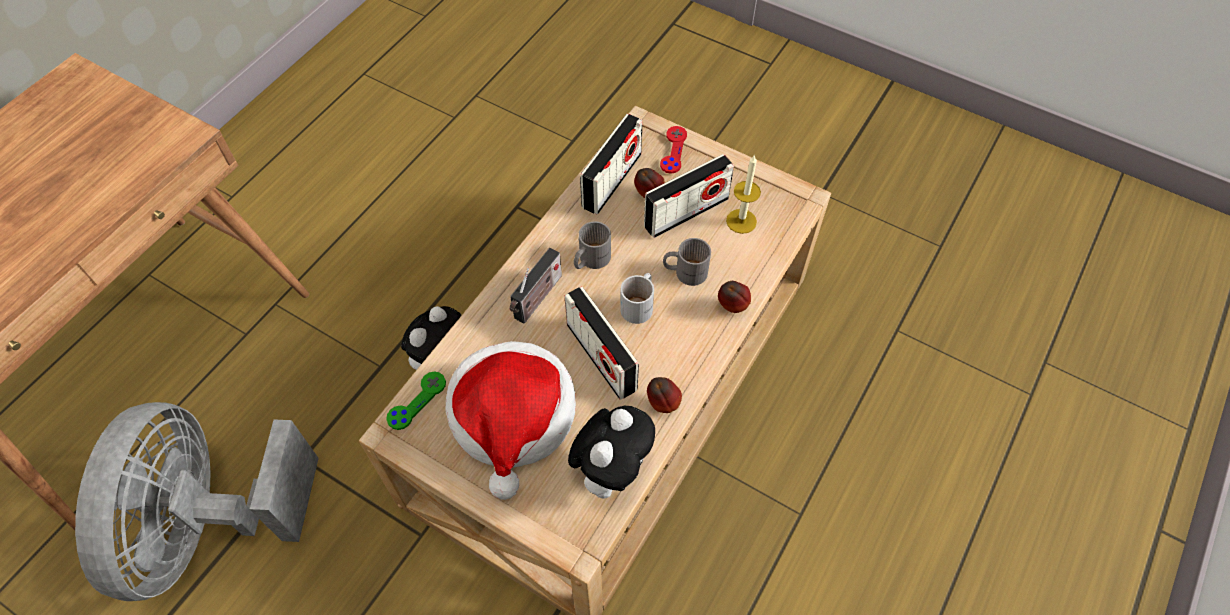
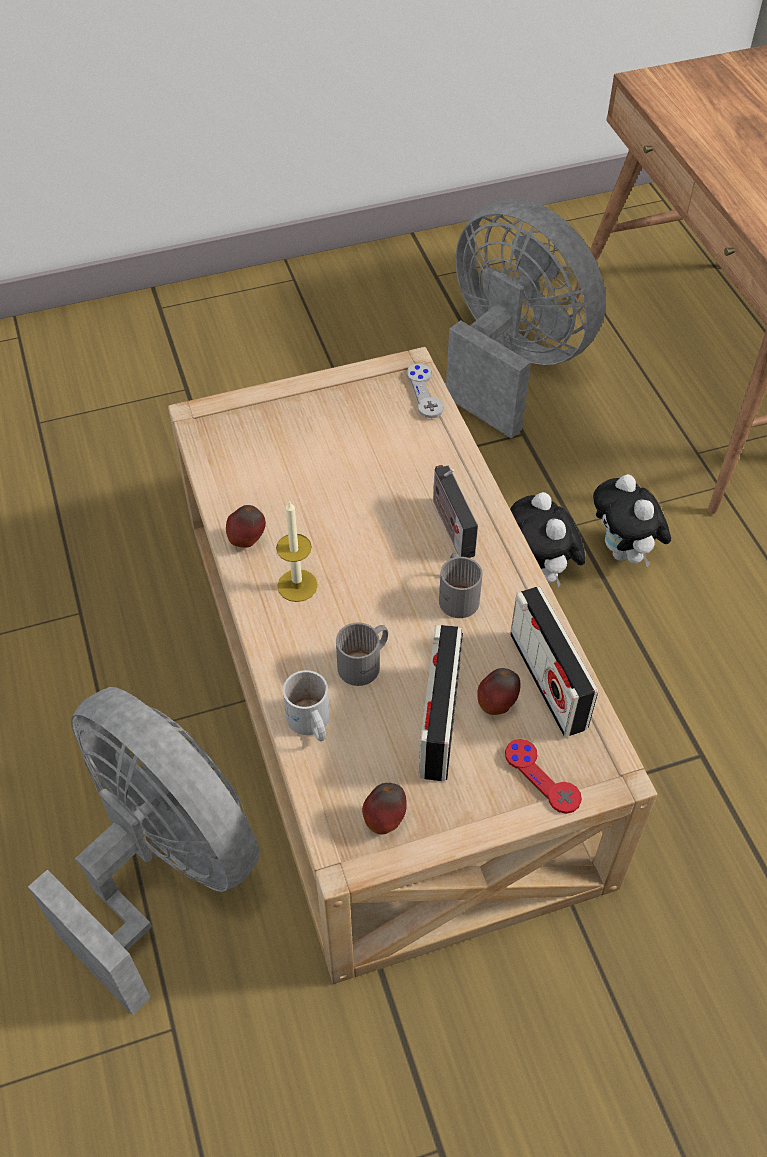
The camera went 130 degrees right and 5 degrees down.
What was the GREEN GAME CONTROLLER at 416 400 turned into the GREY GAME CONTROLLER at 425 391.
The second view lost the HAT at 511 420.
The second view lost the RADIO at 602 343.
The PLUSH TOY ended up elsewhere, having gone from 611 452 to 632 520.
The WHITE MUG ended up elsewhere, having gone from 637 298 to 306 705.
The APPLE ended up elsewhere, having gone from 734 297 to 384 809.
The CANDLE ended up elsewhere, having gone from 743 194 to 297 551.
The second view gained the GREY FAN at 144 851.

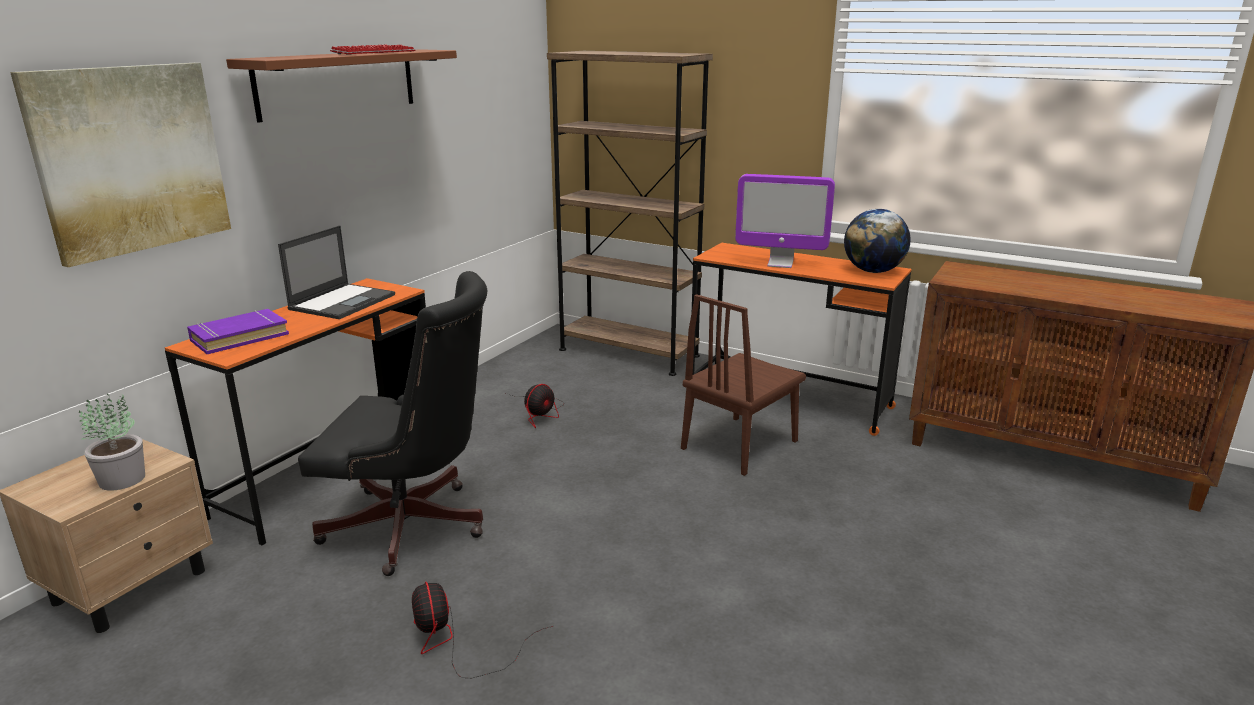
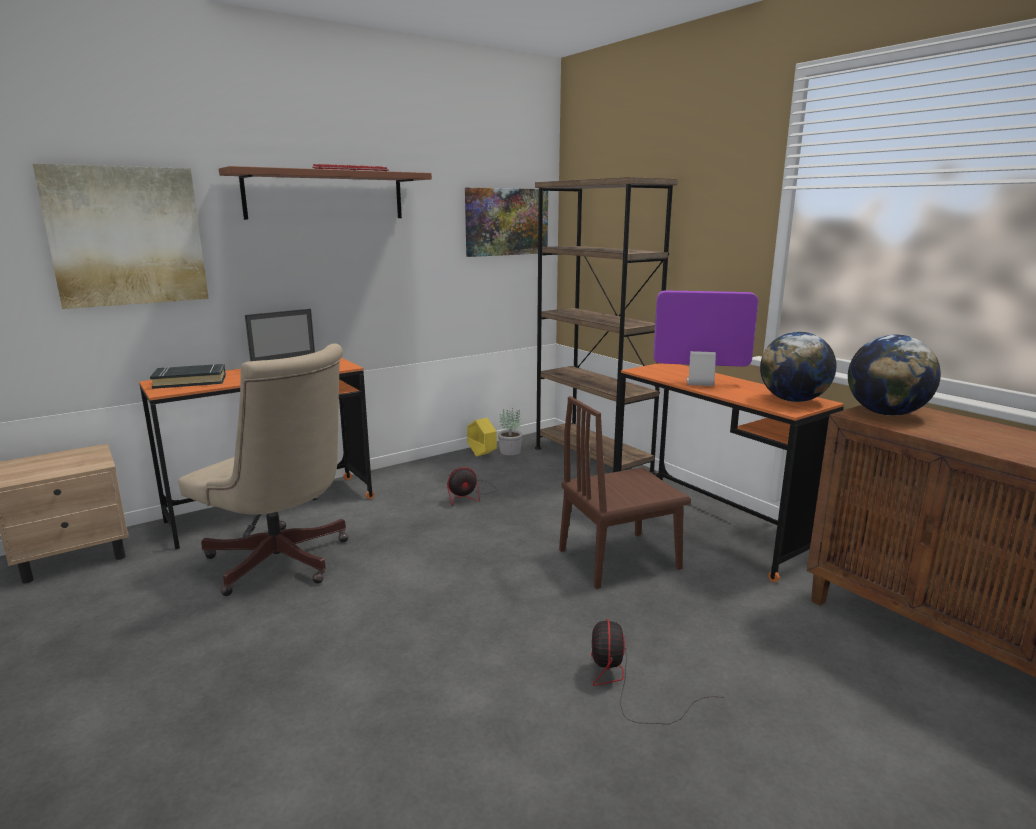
The camera went 25 degrees right and 5 degrees down.
The POTTED PLANT ended up elsewhere, having gone from 111 442 to 510 432.
What was the PURPLE BOOK at 238 331 turned into the BLACK BOOK at 188 376.
What was the BLACK OFFICE CHAIR at 392 423 turned into the BEIGE OFFICE CHAIR at 263 469.
The FAN ended up elsewhere, having gone from 482 630 to 658 671.
The MONITOR at 785 221 ended up facing another way, 150 degrees clockwise from before.
The second view gained the PICTURE at 506 222.
The second view gained the YELLOW PLANTER at 482 437.
The second view gained the GLOBE at 894 375.

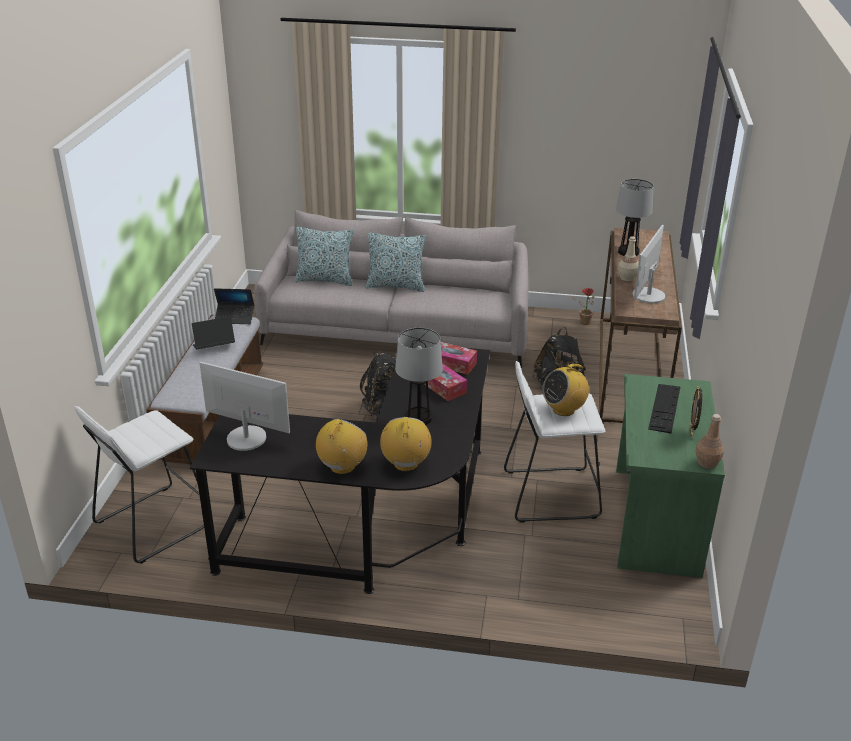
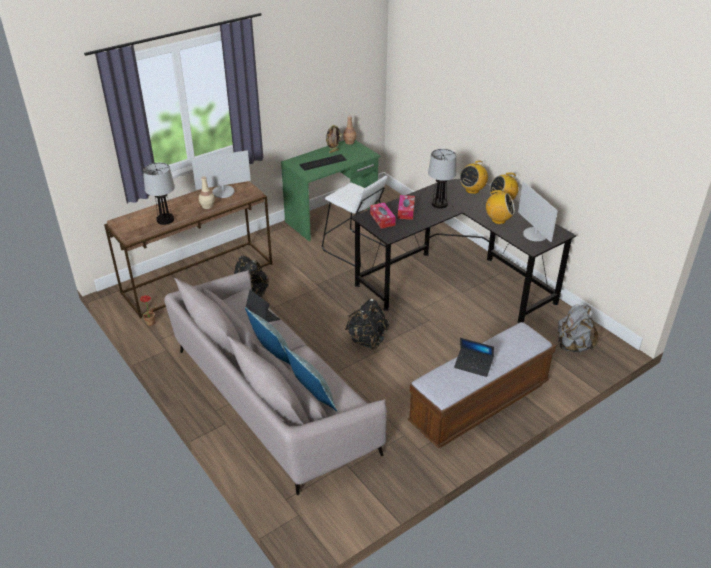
The camera went 135 degrees left and 5 degrees up.
Where the WHITE STOOL stood at 144 485, the GREY BACKPACK came to stand at 578 328.
The LAPTOP ended up elsewhere, having gone from 234 306 to 263 306.
The RADIO ended up elsewhere, having gone from 565 389 to 500 207.

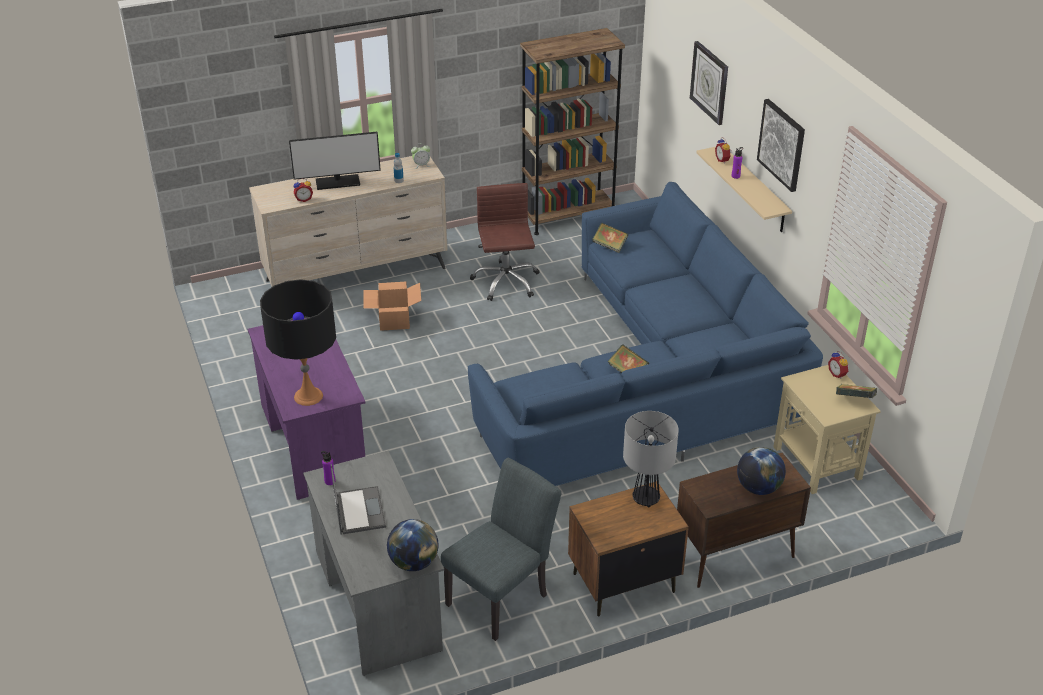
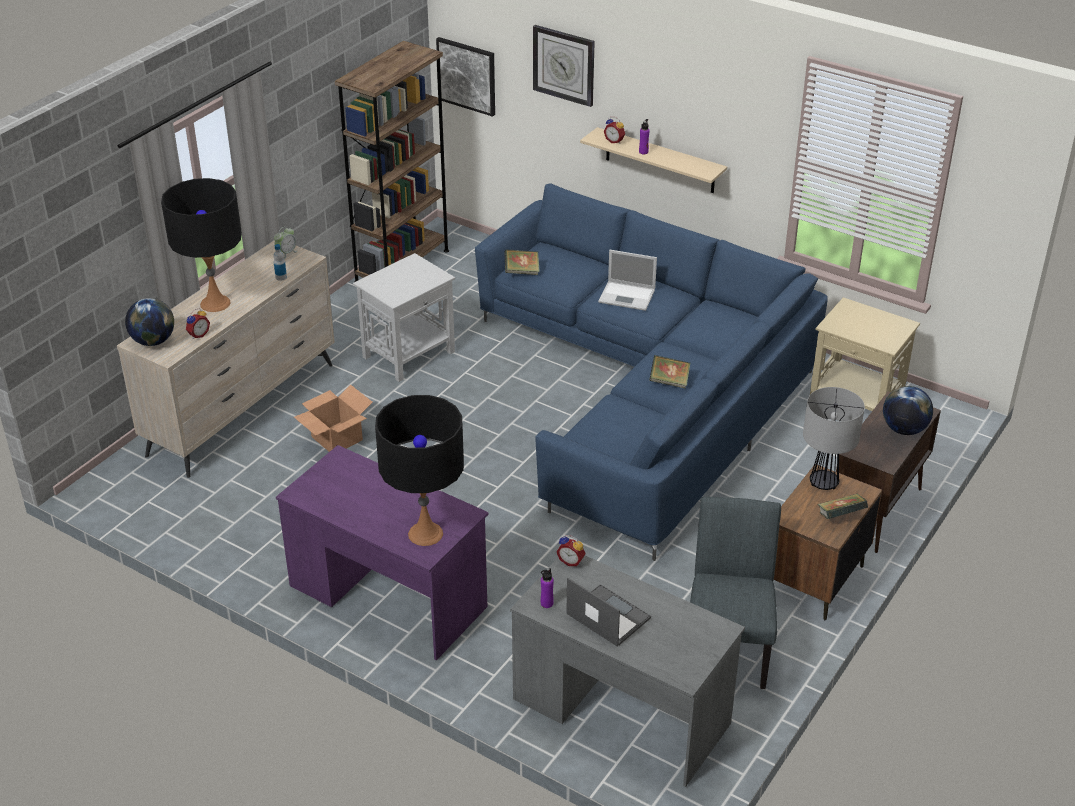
The camera went 35 degrees left and 0 degrees up.
Where the MONITOR stood at 335 161, the BLACK TABLE LAMP came to stand at 201 245.
The GLOBE ended up elsewhere, having gone from 413 545 to 149 322.
Where the BROWN OFFICE CHAIR stood at 505 242, the WHITE SIDE TABLE came to stand at 404 317.
The PICTURE ended up elsewhere, having gone from 781 145 to 465 77.
The ALARM CLOCK ended up elsewhere, having gone from 838 365 to 571 550.
The BOOK ended up elsewhere, having gone from 856 391 to 843 506.
The second view gained the LAPTOP at 627 280.

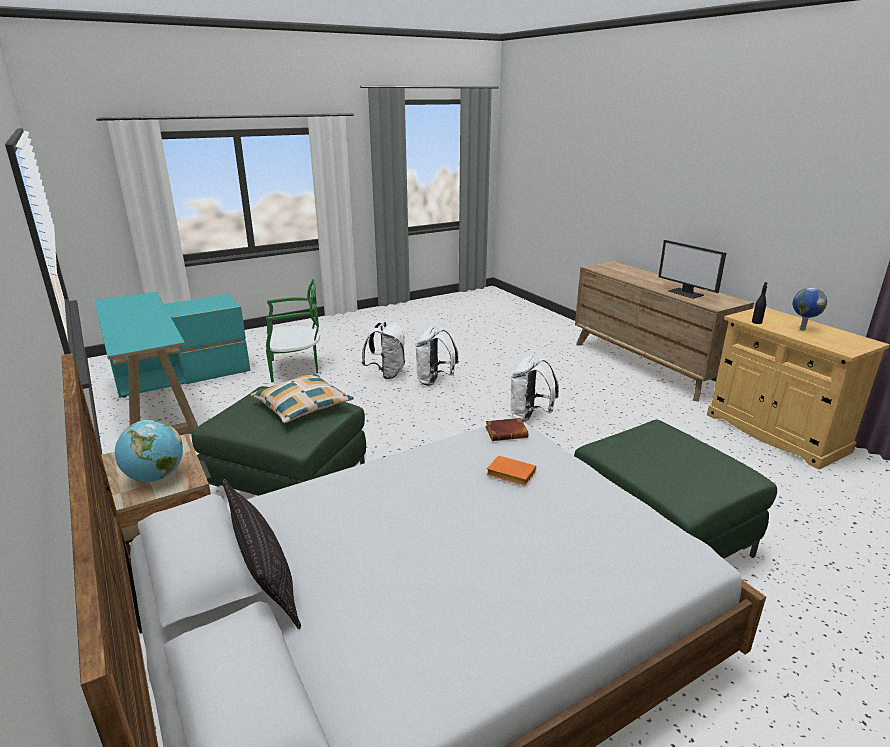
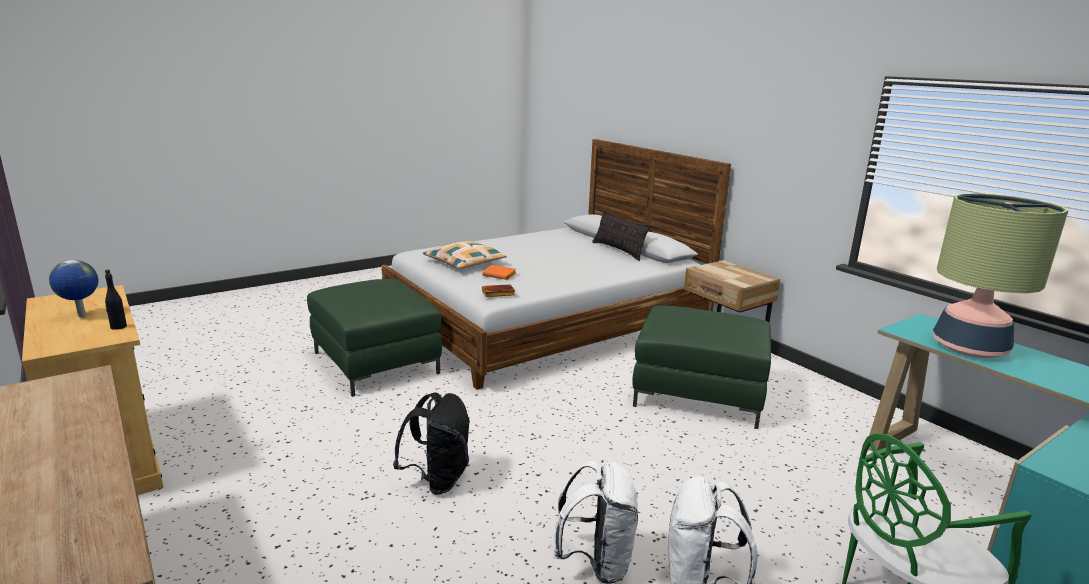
The camera went 175 degrees right and 5 degrees down.
The second view lost the GLOBE at 149 450.
The PILLOW ended up elsewhere, having gone from 302 398 to 465 254.
What was the WHITE BACKPACK at 534 389 turned into the BLACK BACKPACK at 431 444.
The second view lost the MONITOR at 692 269.
The second view gained the TABLE LAMP at 1000 275.

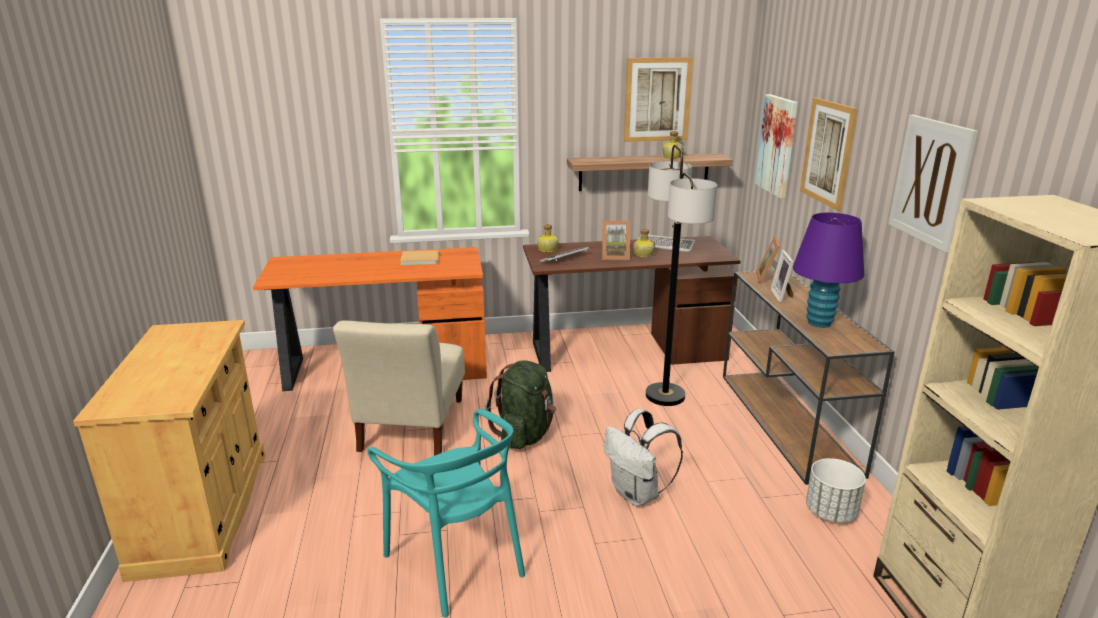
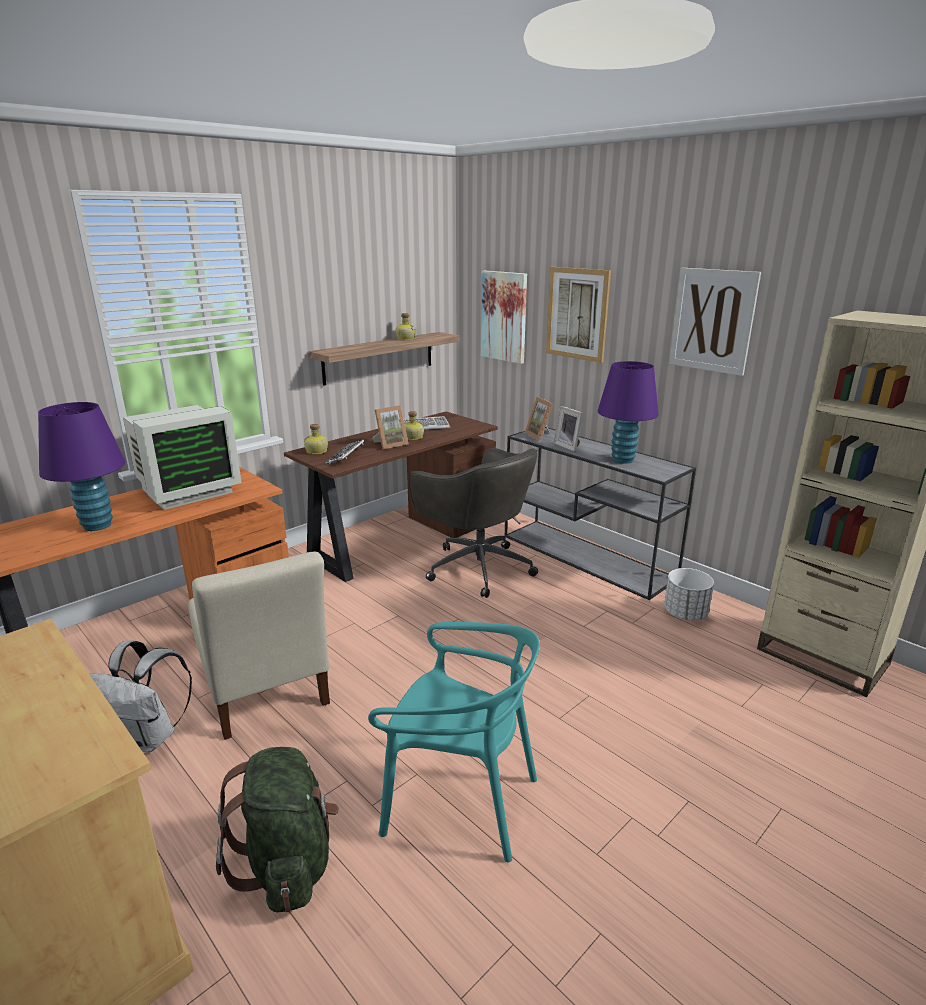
The camera went 35 degrees left and 0 degrees up.
Where the BEIGE BOOK stood at 419 257, the MONITOR came to stand at 182 457.
The GREEN BACKPACK ended up elsewhere, having gone from 520 405 to 277 829.
The WHITE BACKPACK ended up elsewhere, having gone from 643 457 to 140 696.
The second view lost the PICTURE at 658 99.
Where the FLOOR LAMP stood at 681 275, the GREY OFFICE CHAIR came to stand at 473 523.
What was the BROWN CONSOLE TABLE at 809 377 turned into the GREY CONSOLE TABLE at 600 513.
The second view gained the PURPLE TABLE LAMP at 81 466.

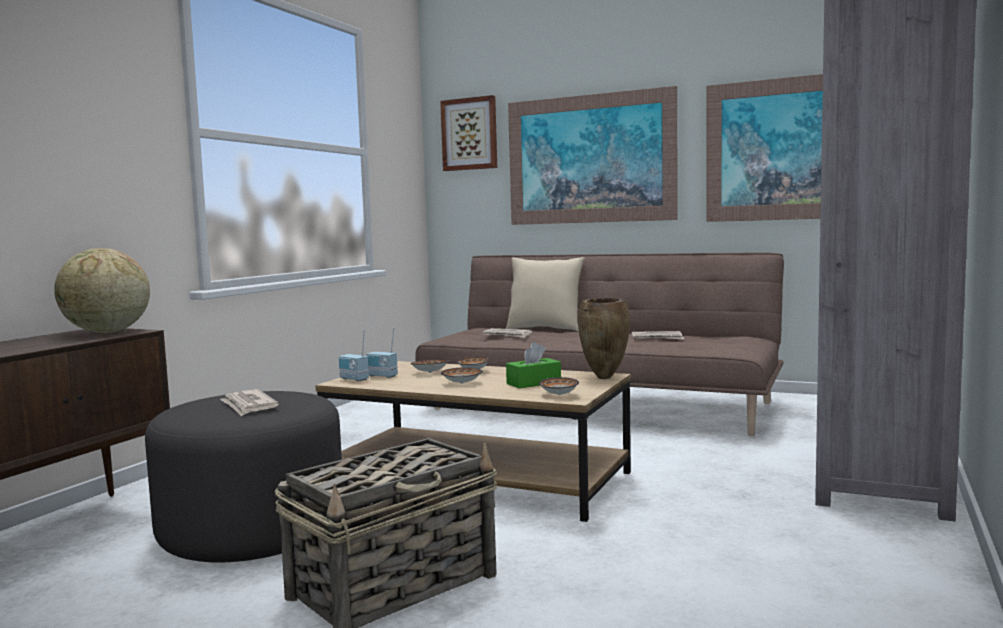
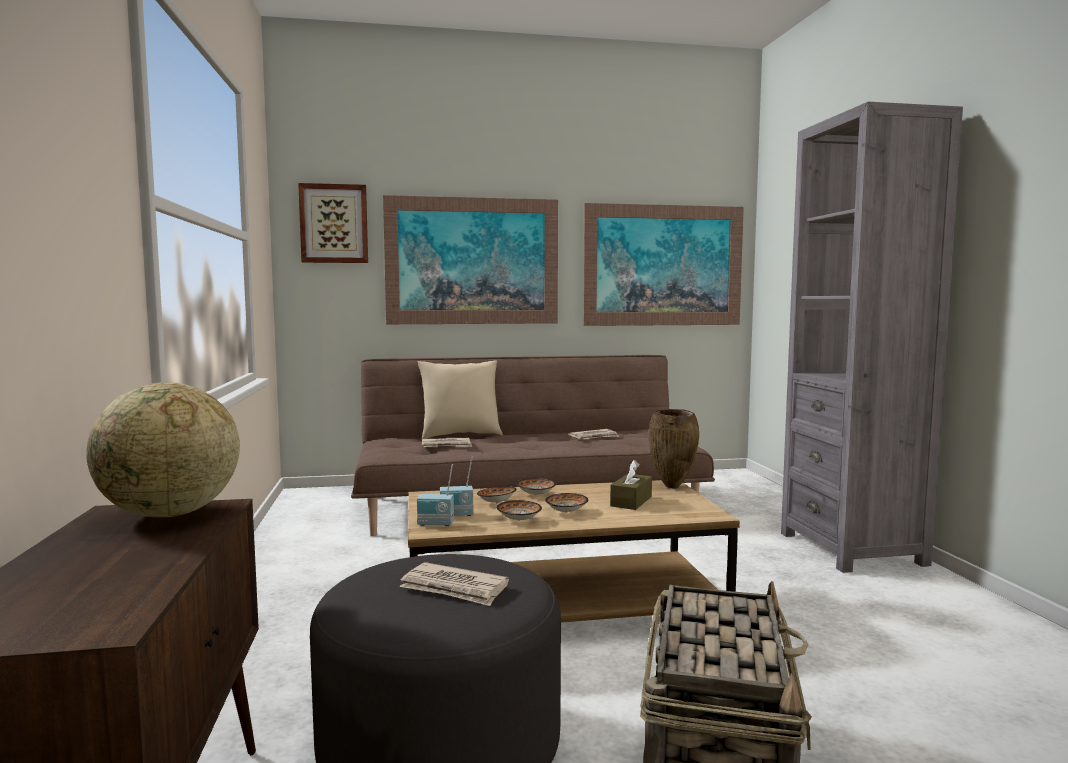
The camera went 35 degrees left and 0 degrees up.
What was the GREEN TISSUE BOX at 533 365 turned into the BROWN TISSUE BOX at 631 485.
The BOWL ended up elsewhere, having gone from 559 386 to 519 510.

